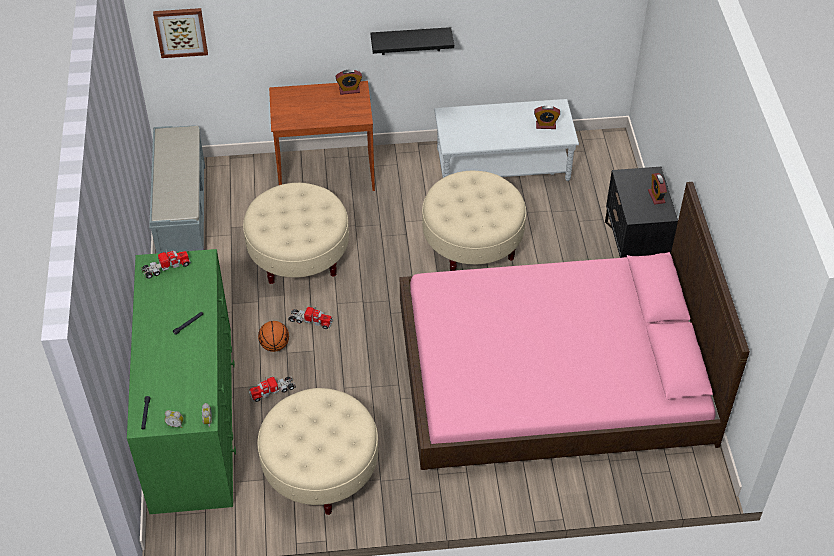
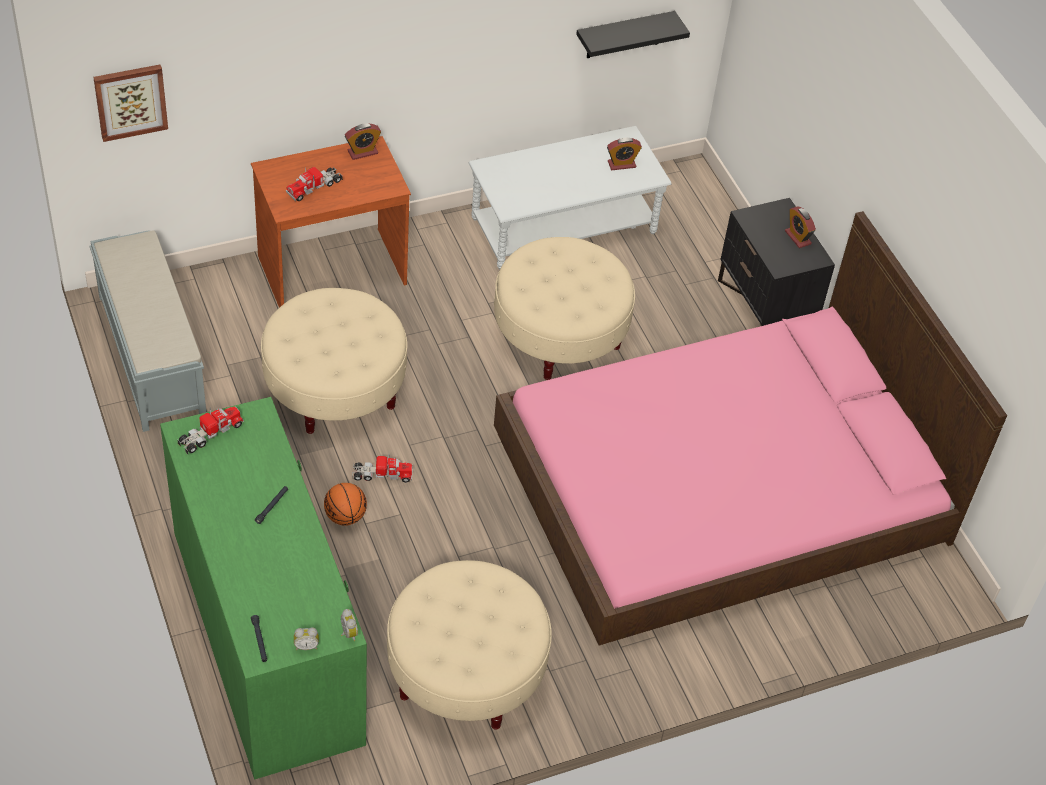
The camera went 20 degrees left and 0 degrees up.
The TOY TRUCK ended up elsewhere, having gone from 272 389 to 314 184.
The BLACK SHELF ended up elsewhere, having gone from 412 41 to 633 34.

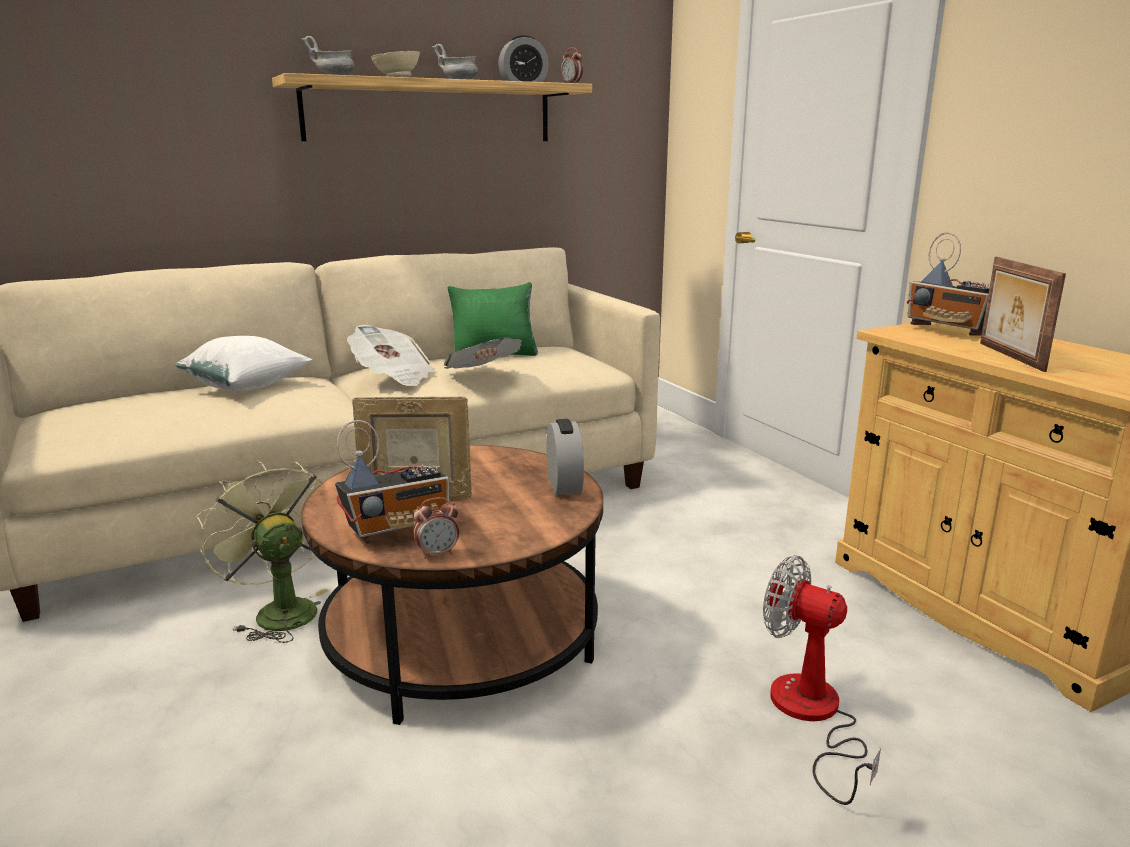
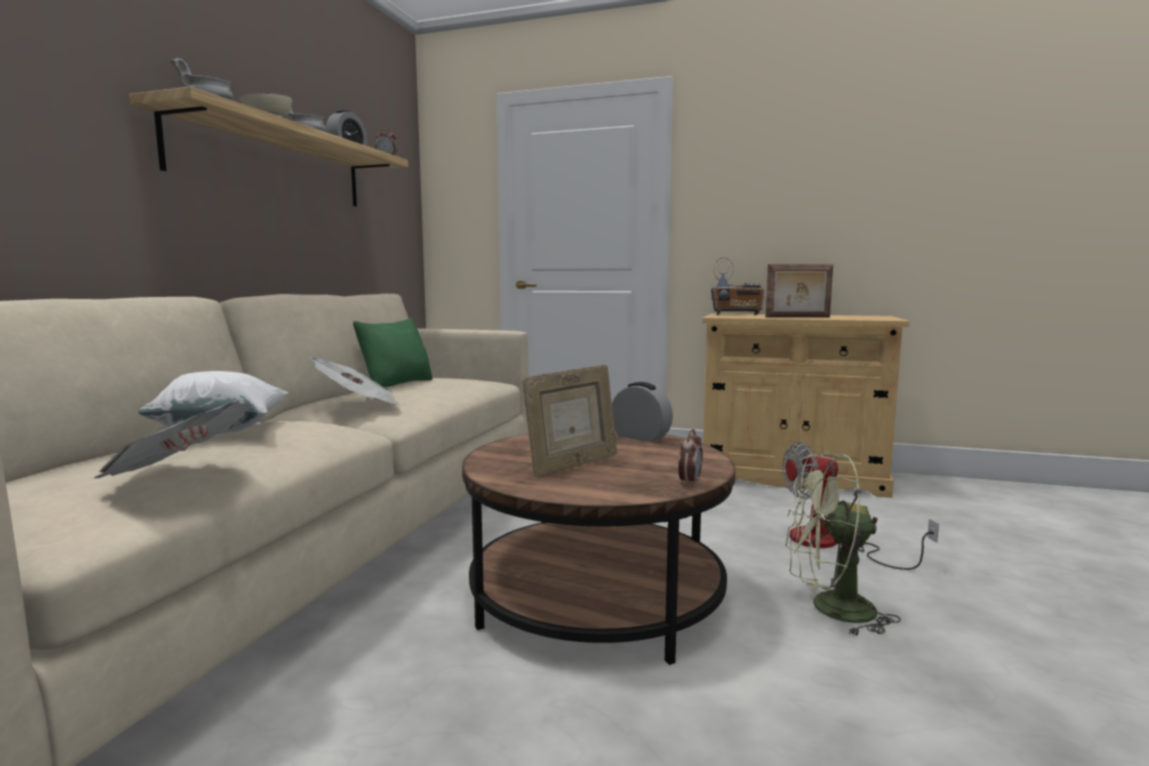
The camera went 45 degrees left and 10 degrees down.
The GREEN FAN ended up elsewhere, having gone from 262 552 to 843 544.
The second view lost the RADIO at 392 482.
The NEWSPAPER ended up elsewhere, having gone from 483 353 to 172 439.
The PICTURE FRAME at 1023 314 ended up facing another way, 45 degrees counterclockwise from before.

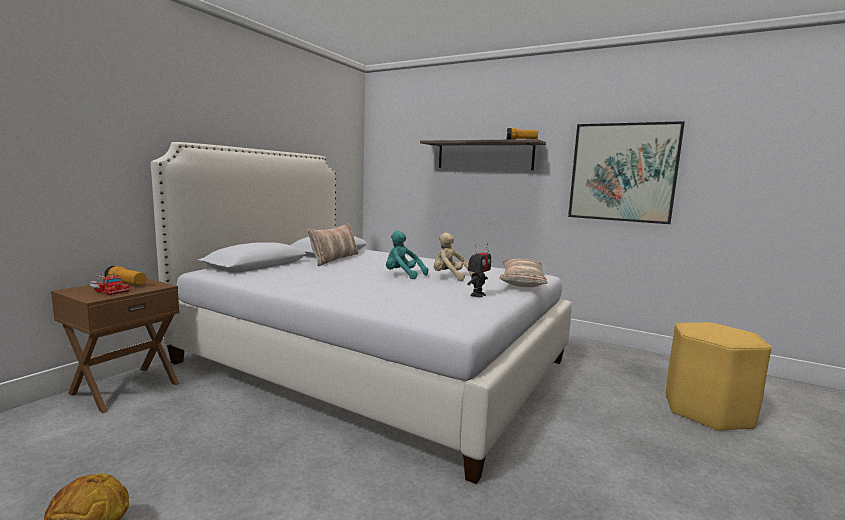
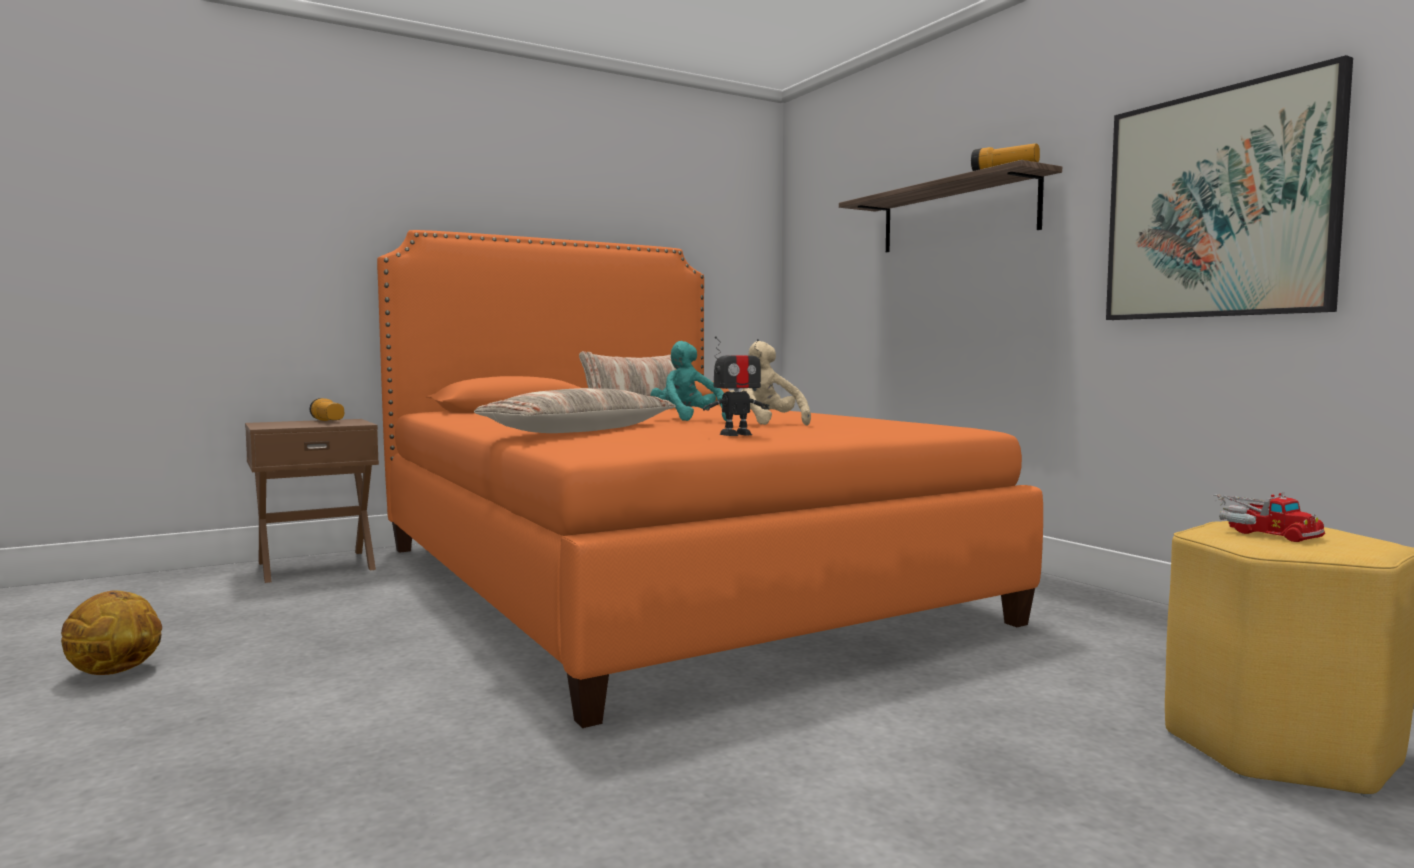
The camera went 30 degrees right and 5 degrees down.
The TOY TRUCK ended up elsewhere, having gone from 109 285 to 1268 517.
What was the WHITE BED at 361 313 turned into the ORANGE BED at 710 479.
The PILLOW ended up elsewhere, having gone from 523 273 to 575 410.

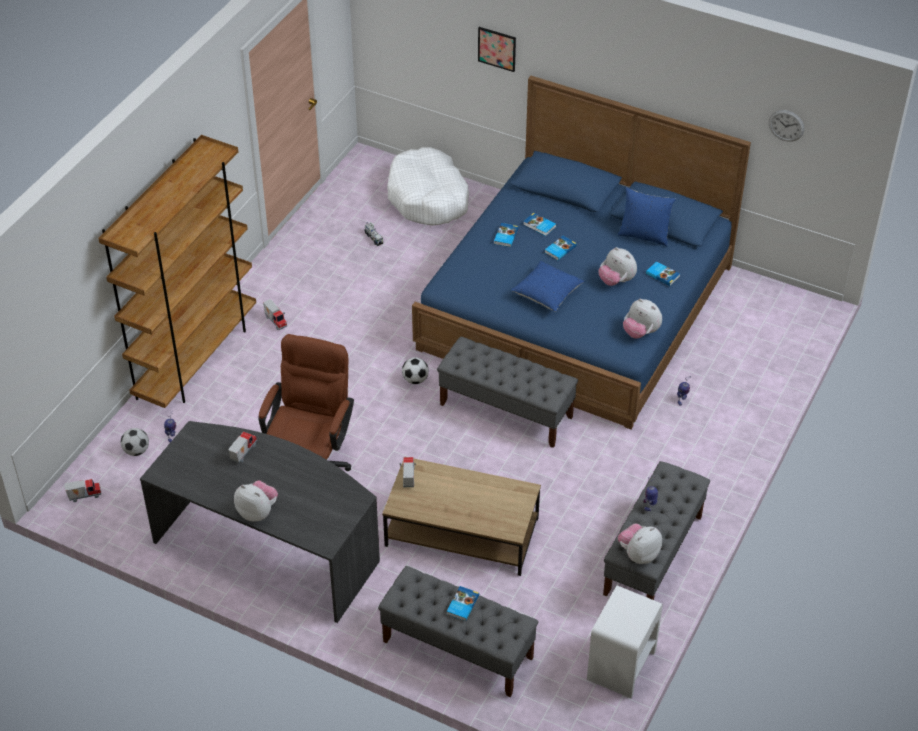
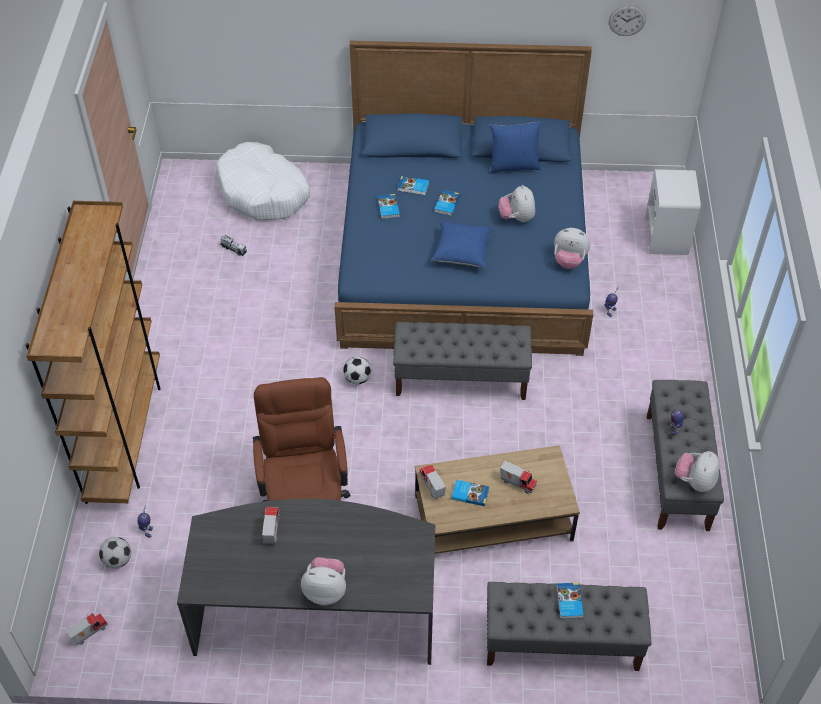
The camera went 25 degrees left and 5 degrees up.
The TOY TRUCK ended up elsewhere, having gone from 275 314 to 518 477.
The second view lost the PICTURE at 497 49.
The WHITE NIGHTSTAND ended up elsewhere, having gone from 625 642 to 673 212.
The PLUSH TOY at 618 266 ended up facing another way, 60 degrees clockwise from before.
The BOOK ended up elsewhere, having gone from 663 273 to 470 493.

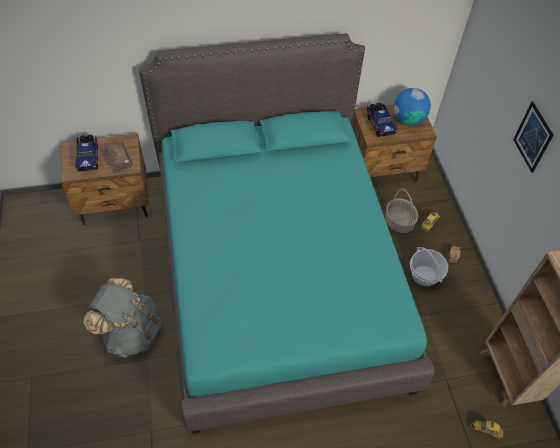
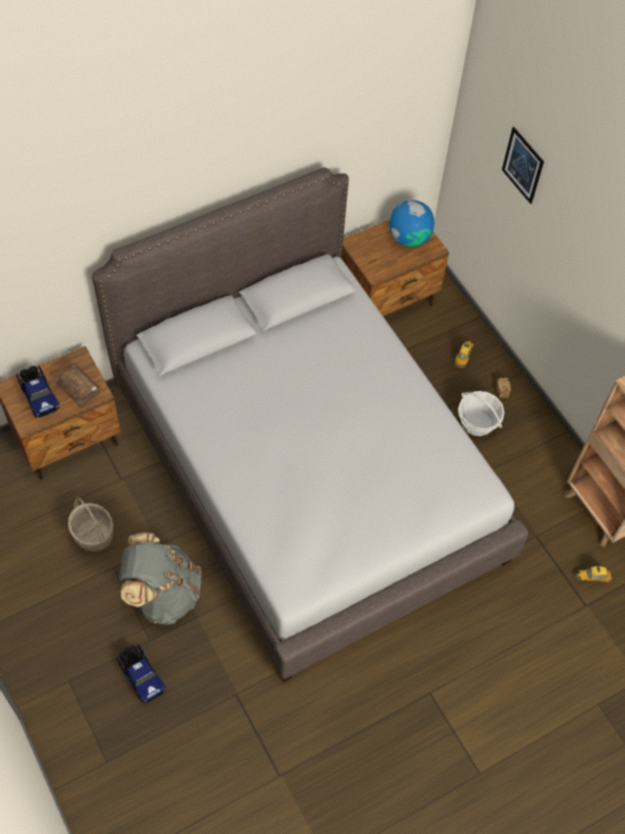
The camera went 20 degrees left and 5 degrees up.
What was the TURQUOISE BED at 287 234 turned into the GREY BED at 310 425.
The TOY TRUCK ended up elsewhere, having gone from 382 120 to 141 674.
The BASKET ended up elsewhere, having gone from 401 210 to 91 524.
The PICTURE ended up elsewhere, having gone from 533 137 to 523 165.

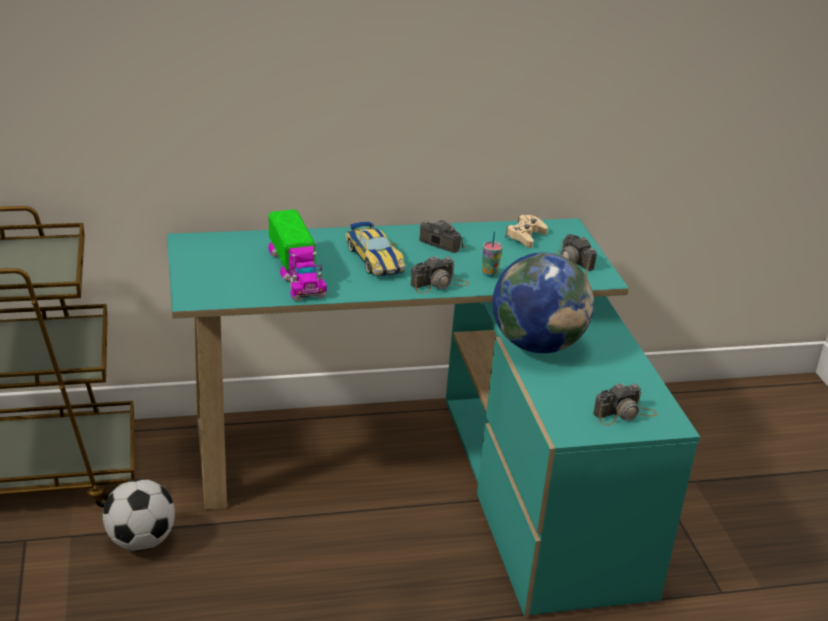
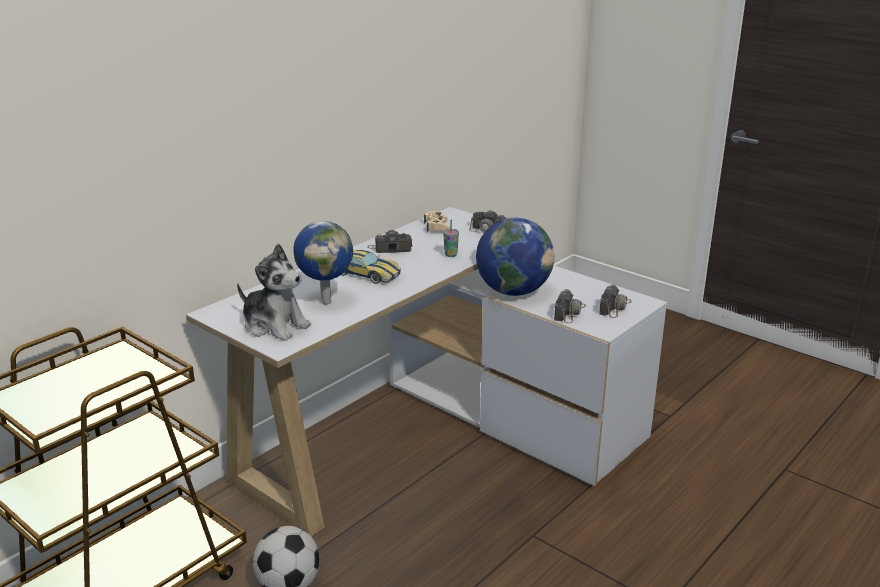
The camera went 35 degrees left and 5 degrees down.
What was the TURQUOISE DESK at 433 417 turned into the WHITE DESK at 426 371.
Where the TOY TRUCK stood at 297 255, the GLOBE came to stand at 323 263.
The PHOTO CAMERA ended up elsewhere, having gone from 439 275 to 570 306.
The second view gained the PLUSH TOY at 274 292.

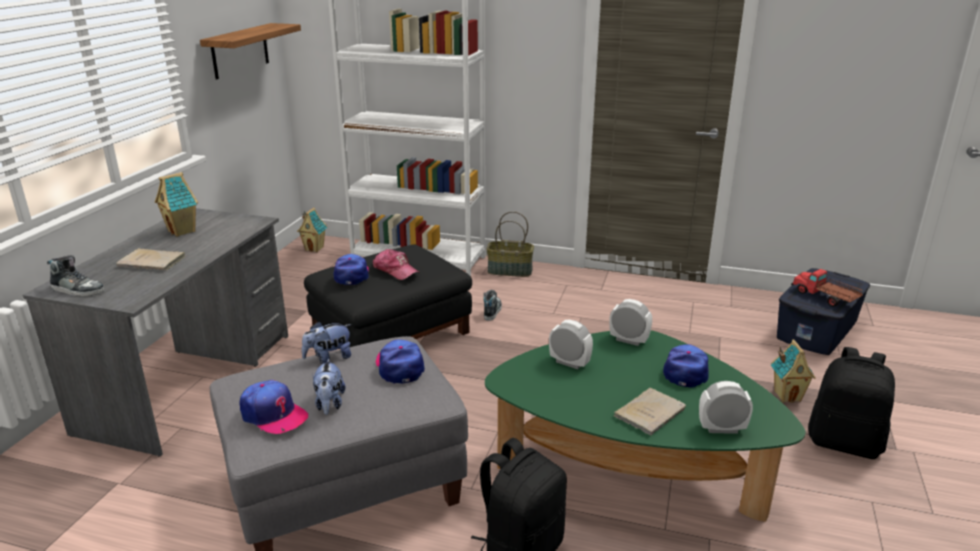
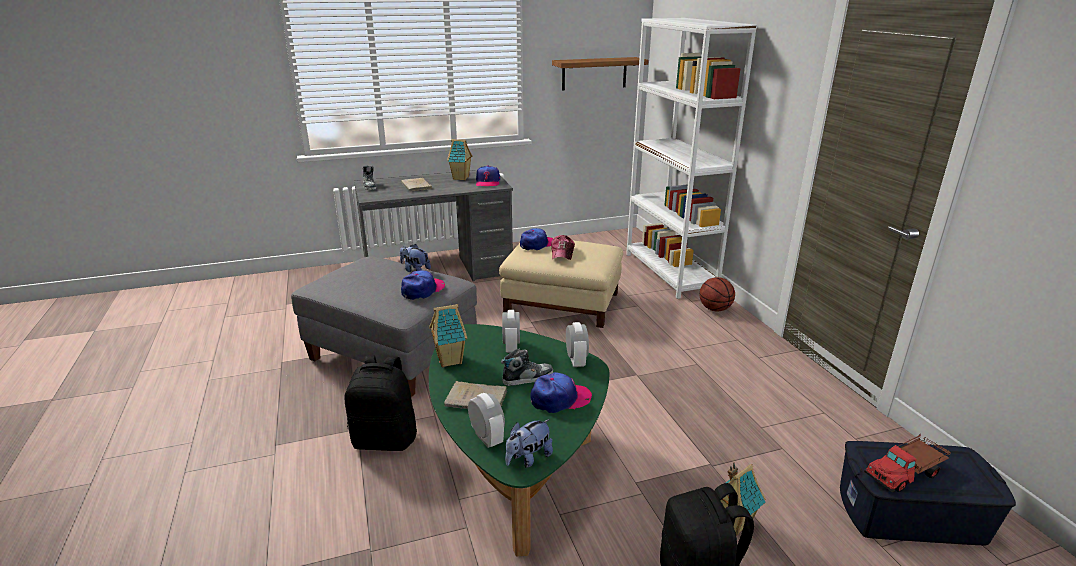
The camera went 55 degrees right and 0 degrees up.
The CAP ended up elsewhere, having gone from 274 407 to 488 175.
The TOY HOUSE ended up elsewhere, having gone from 312 230 to 448 335.
What was the BLACK OTTOMAN at 388 295 turned into the BEIGE OTTOMAN at 561 284.
The PLUSH TOY ended up elsewhere, having gone from 329 387 to 529 443.
The SHOE ended up elsewhere, having gone from 492 305 to 527 367.
Where the BASKET stood at 510 244, the BASKETBALL came to stand at 717 294.
The TOY TRUCK at 827 288 ended up facing another way, 135 degrees counterclockwise from before.

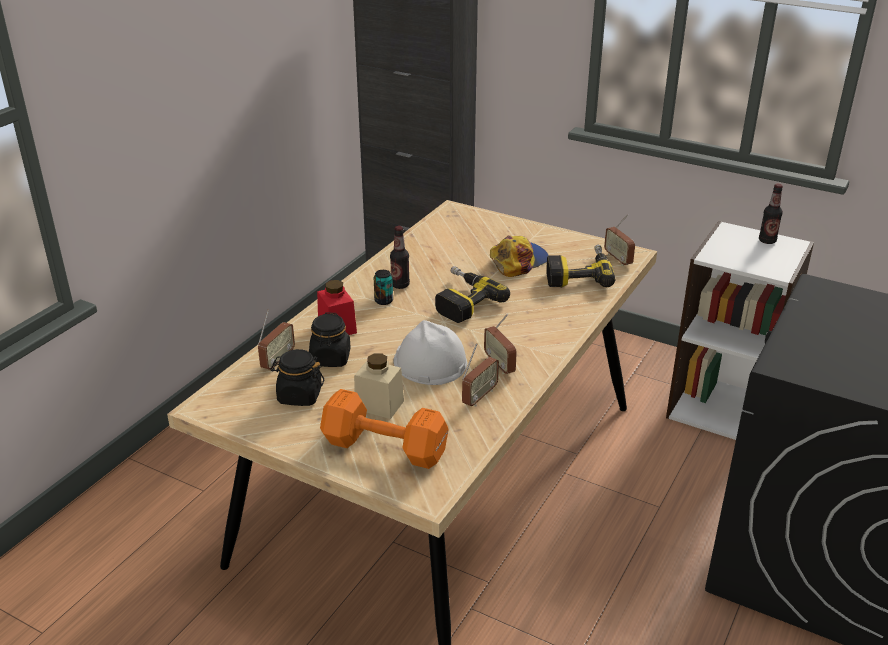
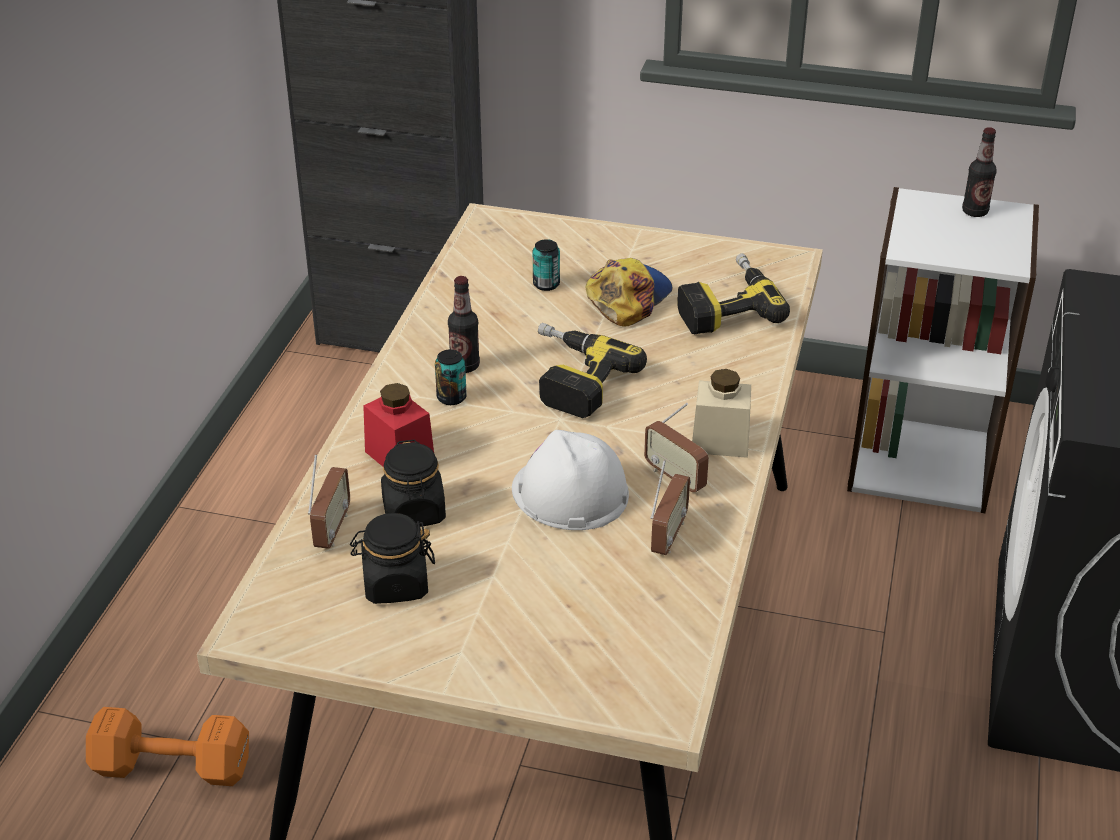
The camera went 15 degrees left and 5 degrees up.
The ORANGE DUMBBELL ended up elsewhere, having gone from 384 429 to 167 746.
The BEIGE JAR ended up elsewhere, having gone from 379 386 to 721 413.
The second view lost the RADIO at 619 240.
The second view gained the CAN at 546 265.

